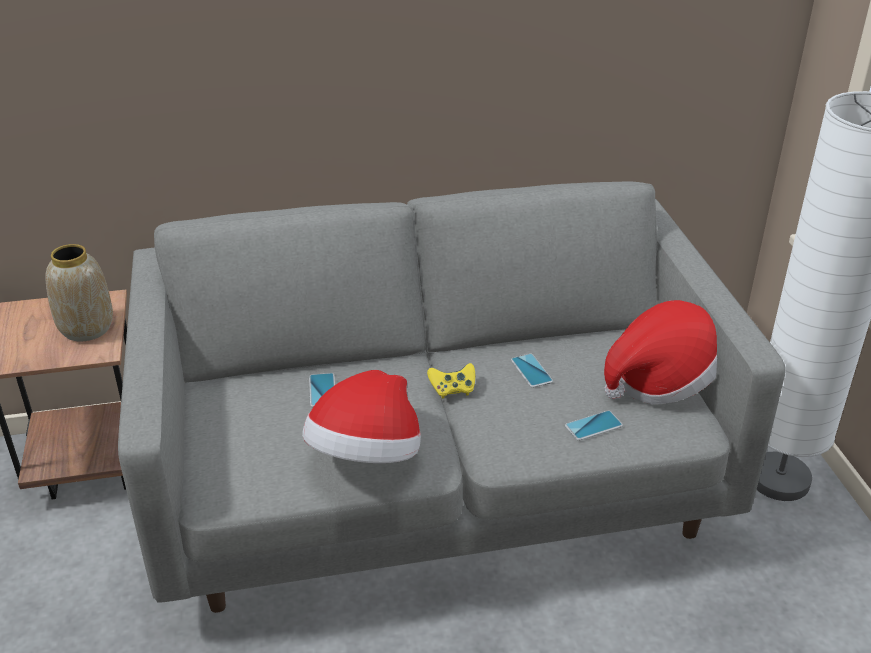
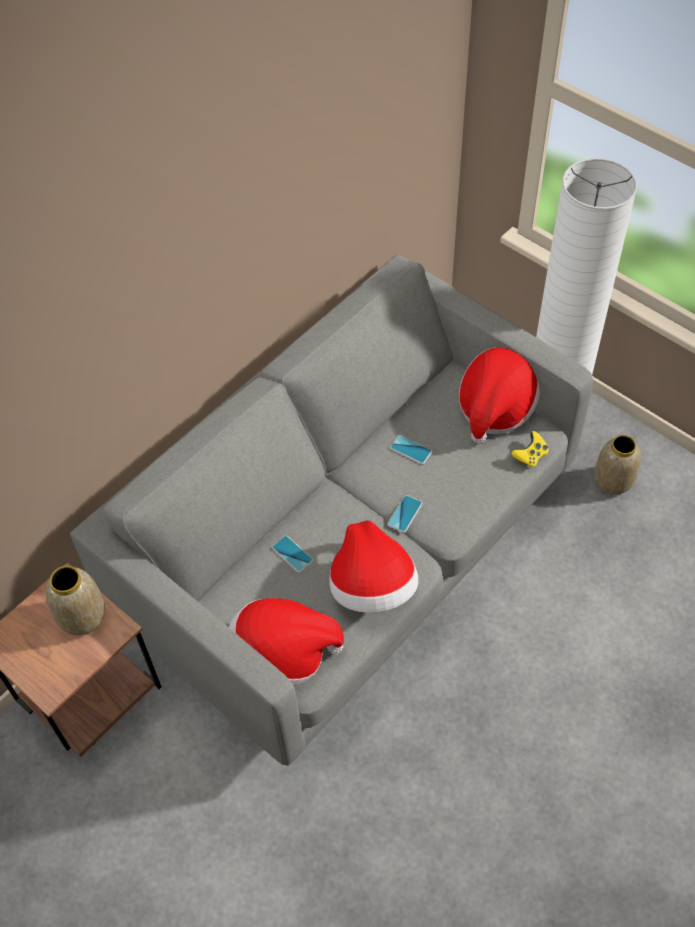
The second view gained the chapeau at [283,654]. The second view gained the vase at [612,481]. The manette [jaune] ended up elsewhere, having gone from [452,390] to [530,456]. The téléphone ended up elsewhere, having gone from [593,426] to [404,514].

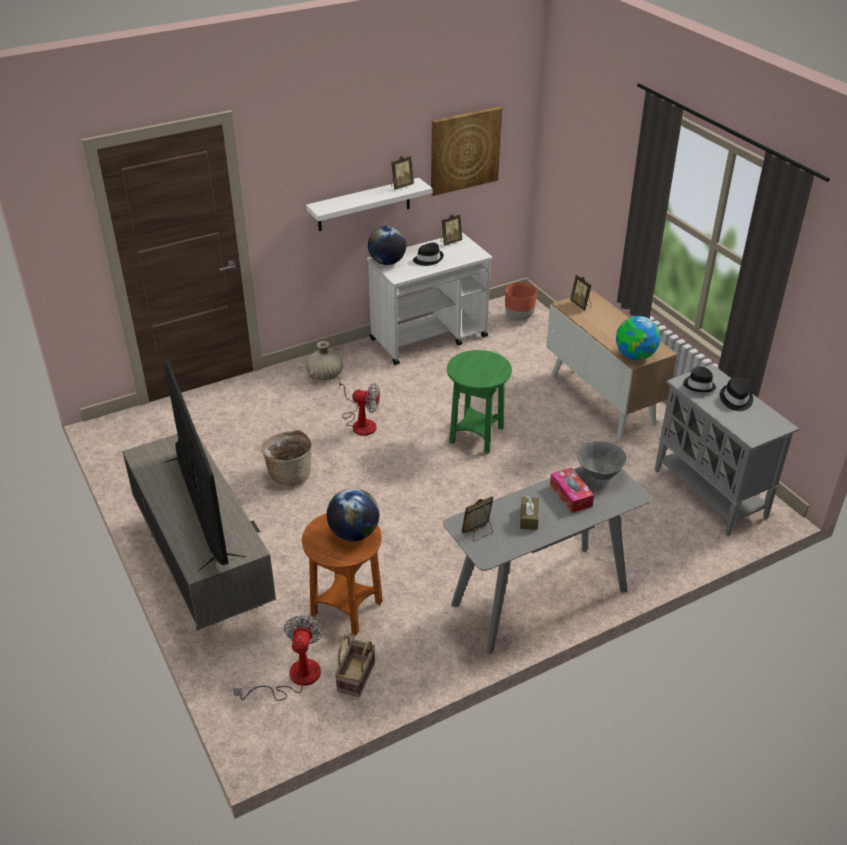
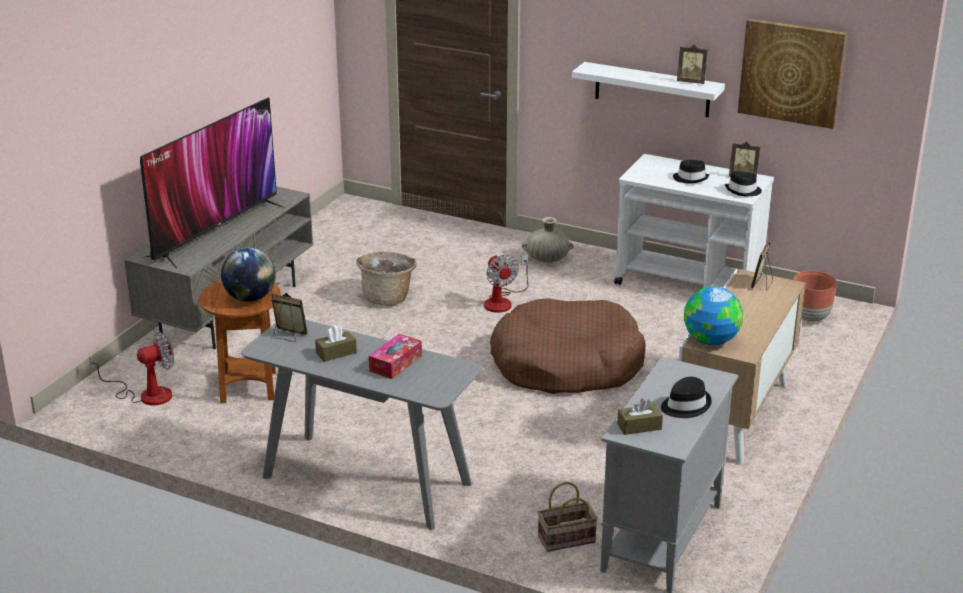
The second view lost the globe at [387,262]. The second view lost the bol [gris] at [599,475]. The second view gained the boîte à mouchoirs [marron] at [639,426]. The panier ended up elsewhere, having gone from [356,678] to [565,540]. The chapeau [noir] ended up elsewhere, having gone from [699,385] to [743,191]. Where the table d'appoint [vert] stood at [476,435], the panier pour chien [marron] came to stand at [566,364].

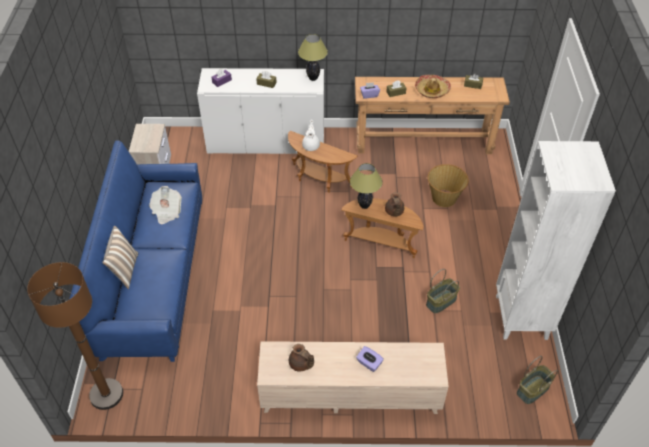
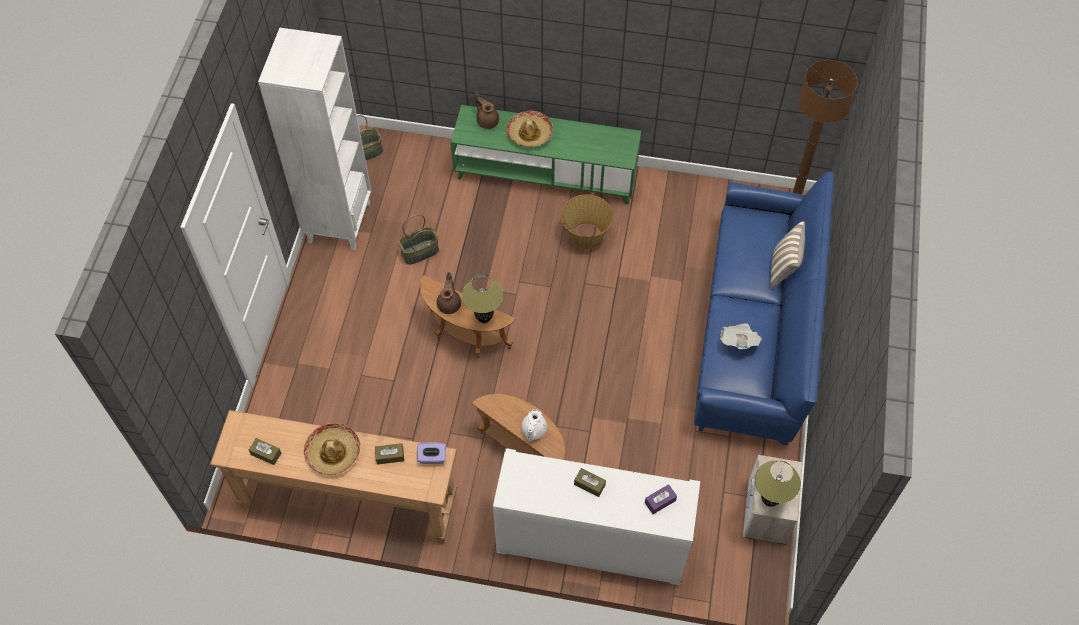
The théière [marron] ended up elsewhere, having gone from [301,364] to [487,120]. The lampe de table ended up elsewhere, having gone from [313,78] to [769,500]. The panier ended up elsewhere, having gone from [444,198] to [585,236]. Where the boîte à mouchoirs [violet] stood at [369,363], the chapeau came to stand at [529,133]. What was the meuble télé [beige] at [350,394] turned into the meuble télé [vert] at [545,174].

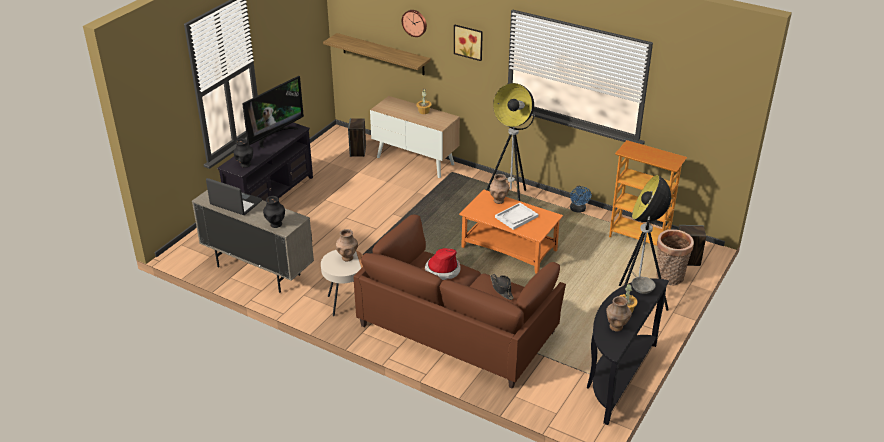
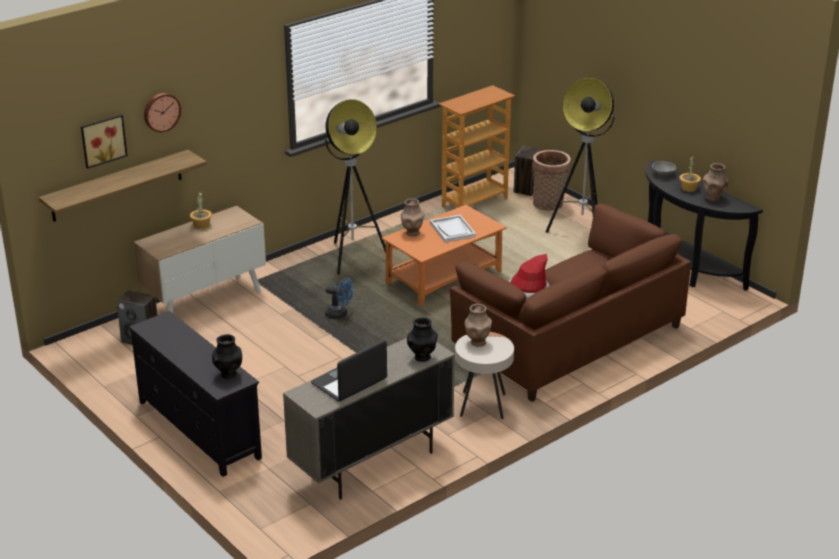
The second view lost the téléviseur at [274,135]. The second view lost the chapeau [noir] at [502,289]. The tableau ended up elsewhere, having gone from [469,41] to [102,140]. The ventilateur [bleu] ended up elsewhere, having gone from [578,210] to [339,314].

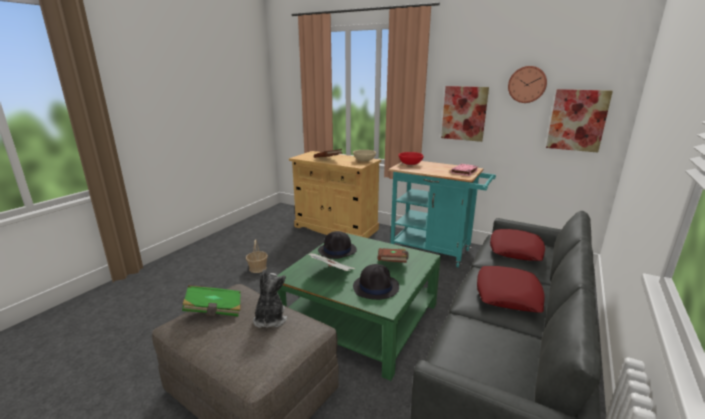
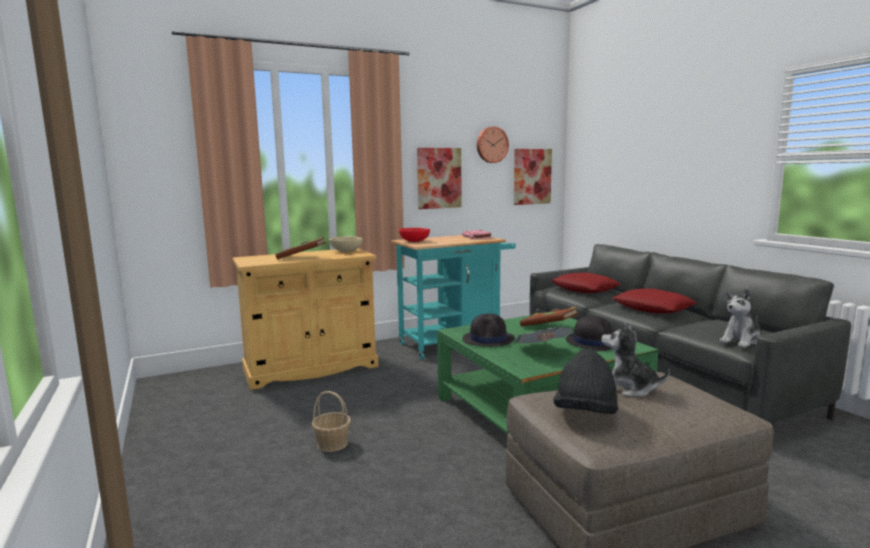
The second view gained the peluche at [741,341]. Where the livre [vert] stood at [214,310], the chapeau [noir] came to stand at [585,414].

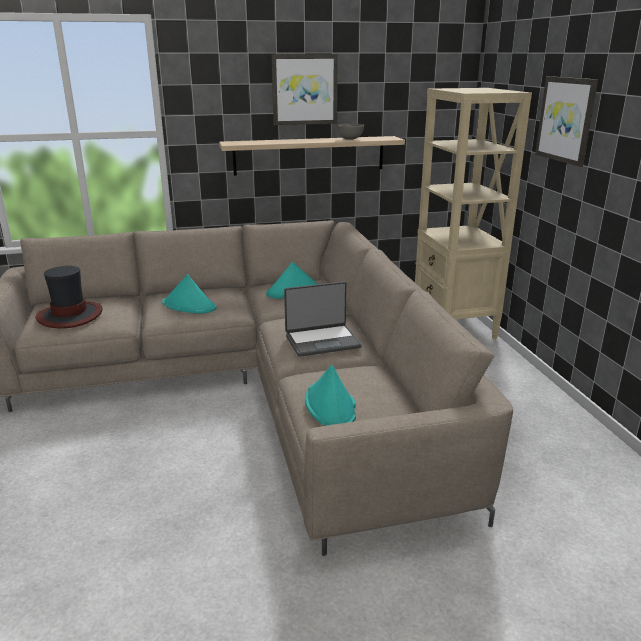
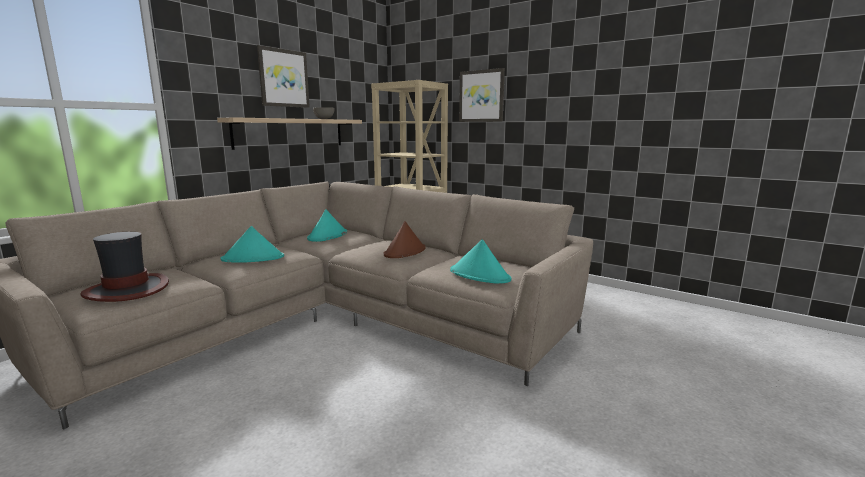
Where the ordinateur portable stood at [322,341], the chapeau [marron] came to stand at [405,252].

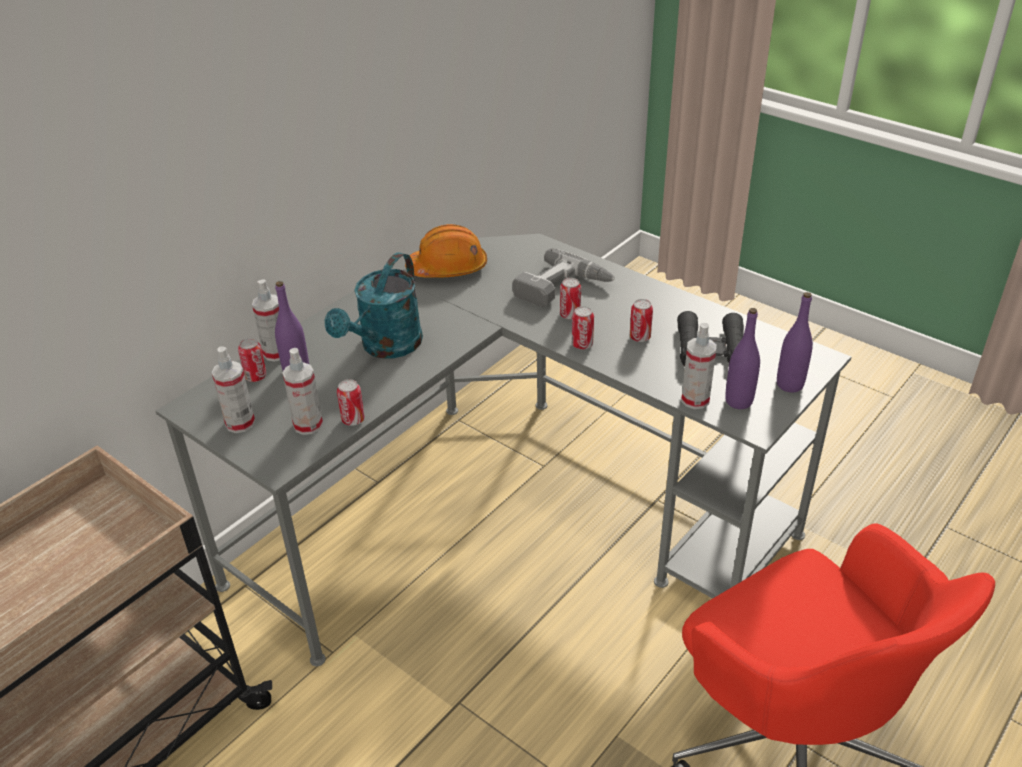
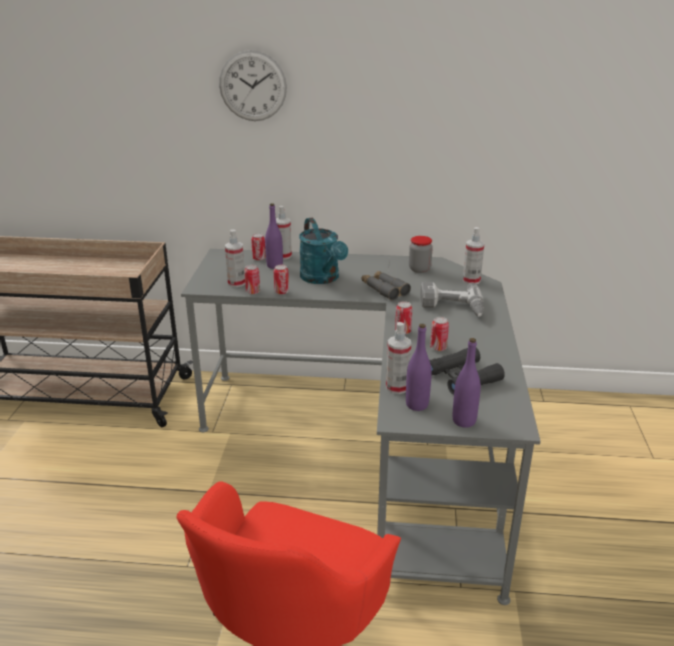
The second view gained the horloge murale at [253,86]. The second view gained the jumelles [gris] at [384,290]. The vaporisateur ended up elsewhere, having gone from [240,423] to [471,281]. The boîte métallique ended up elsewhere, having gone from [570,315] to [281,292]. Where the casque de chantier [orange] stood at [448,268], the bocal came to stand at [419,269]. The arrosoir [turquoise] at [385,347] ended up facing another way, 105 degrees counterclockwise from before.

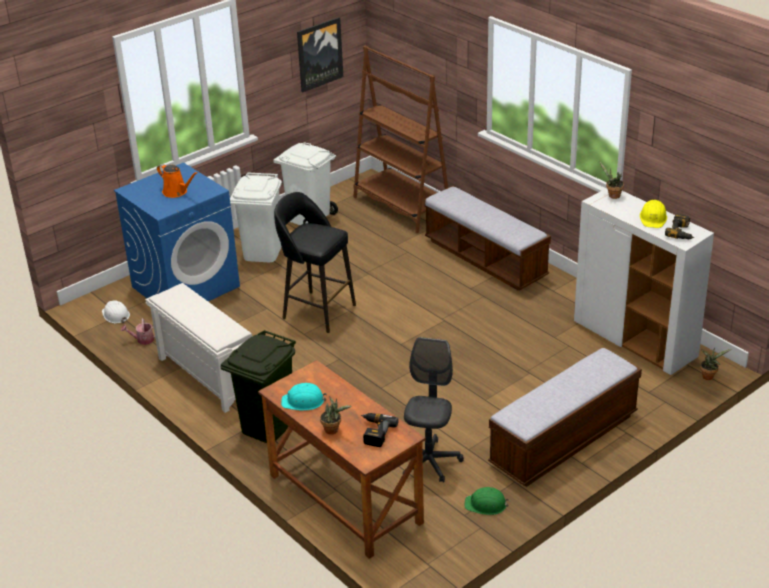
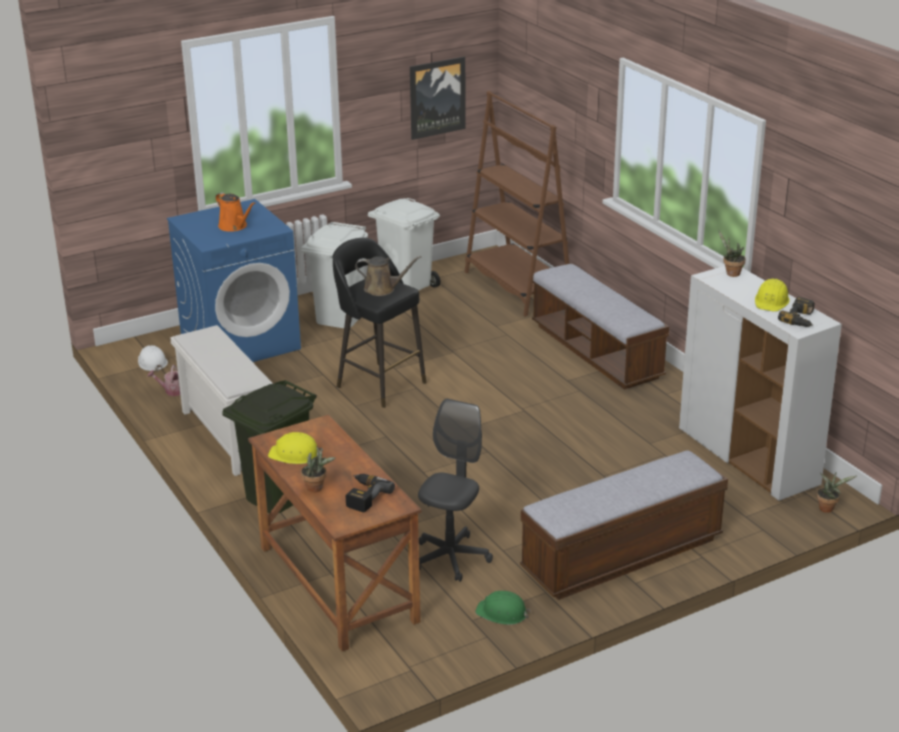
The second view gained the arrosoir [marron] at [382,289]. What was the casque de chantier [turquoise] at [303,401] turned into the casque de chantier [jaune] at [295,454].

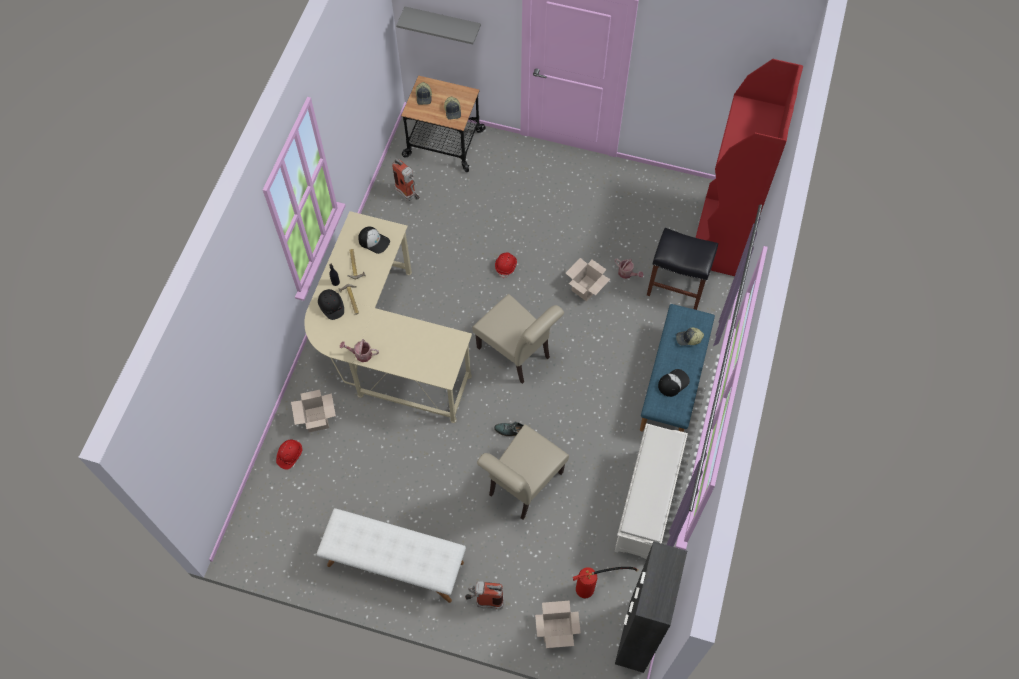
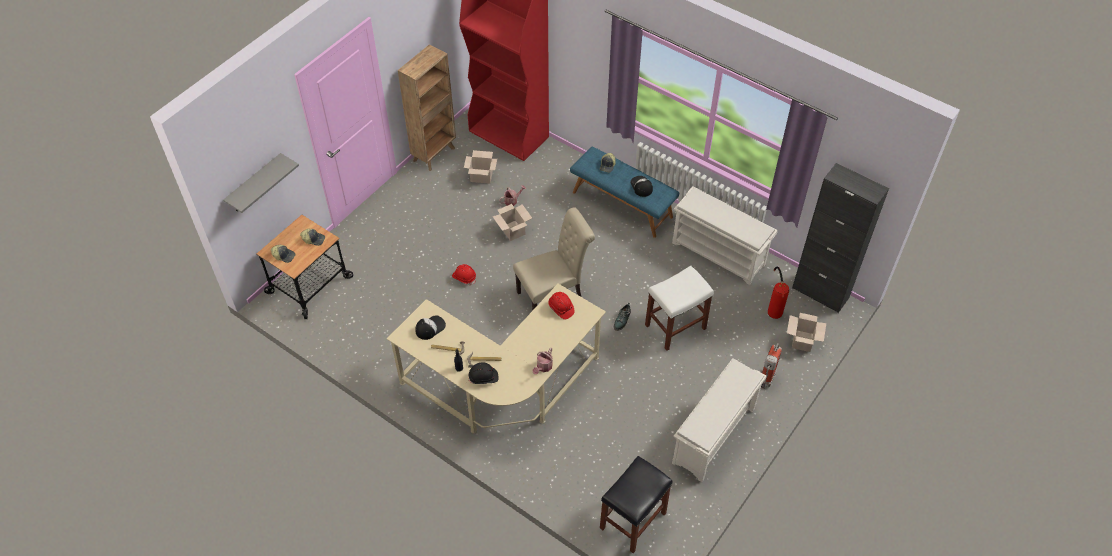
The second view lost the extincteur at [408,196]. The second view gained the bibliothèque [marron] at [434,154]. The casque de chantier [rouge] ended up elsewhere, having gone from [289,455] to [561,308]. The carton ended up elsewhere, having gone from [317,419] to [482,176]. The tabouret [noir] ended up elsewhere, having gone from [675,287] to [632,521]. Where the banc [blanc] stood at [395,564], the étagère à chaussures [blanc] came to stand at [713,437]. Where the chaise [beige] stood at [522,487], the tabouret [blanc] came to stand at [675,327].

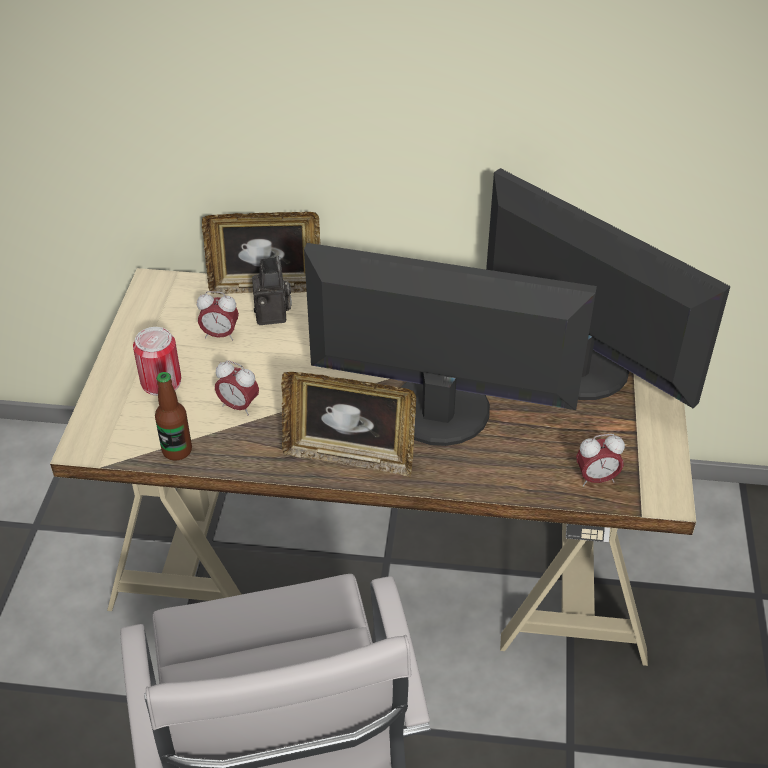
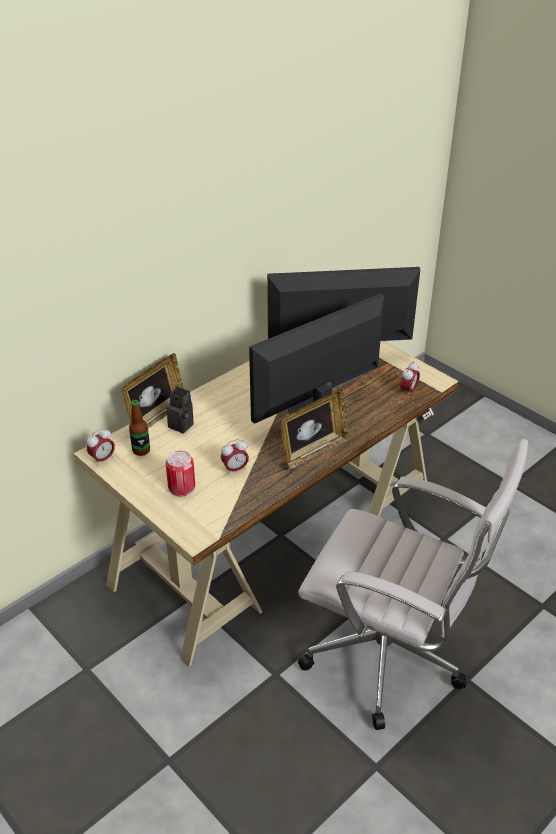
The bouteille ended up elsewhere, having gone from [177,451] to [141,450]. The réveil ended up elsewhere, having gone from [220,335] to [102,459].

